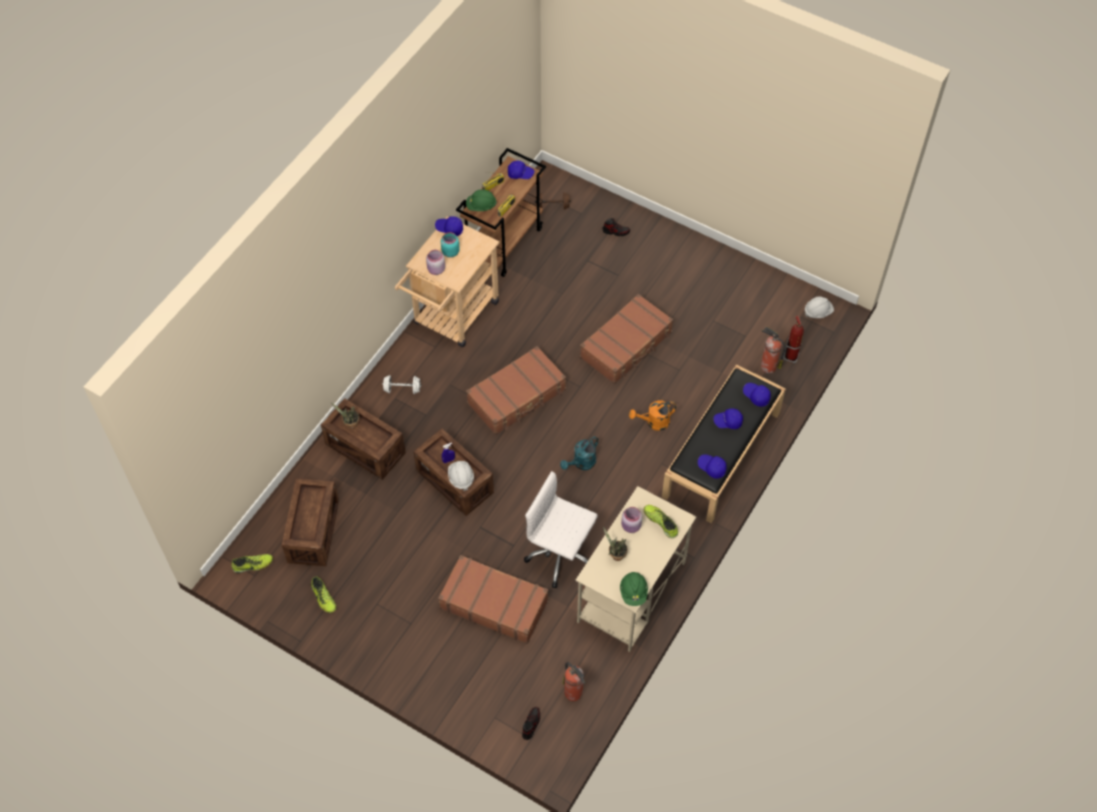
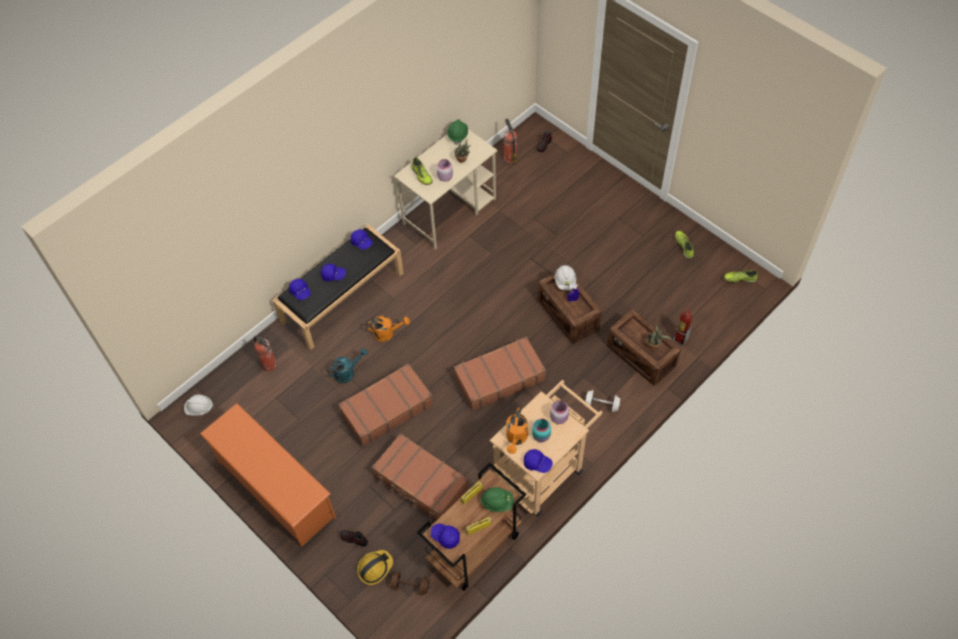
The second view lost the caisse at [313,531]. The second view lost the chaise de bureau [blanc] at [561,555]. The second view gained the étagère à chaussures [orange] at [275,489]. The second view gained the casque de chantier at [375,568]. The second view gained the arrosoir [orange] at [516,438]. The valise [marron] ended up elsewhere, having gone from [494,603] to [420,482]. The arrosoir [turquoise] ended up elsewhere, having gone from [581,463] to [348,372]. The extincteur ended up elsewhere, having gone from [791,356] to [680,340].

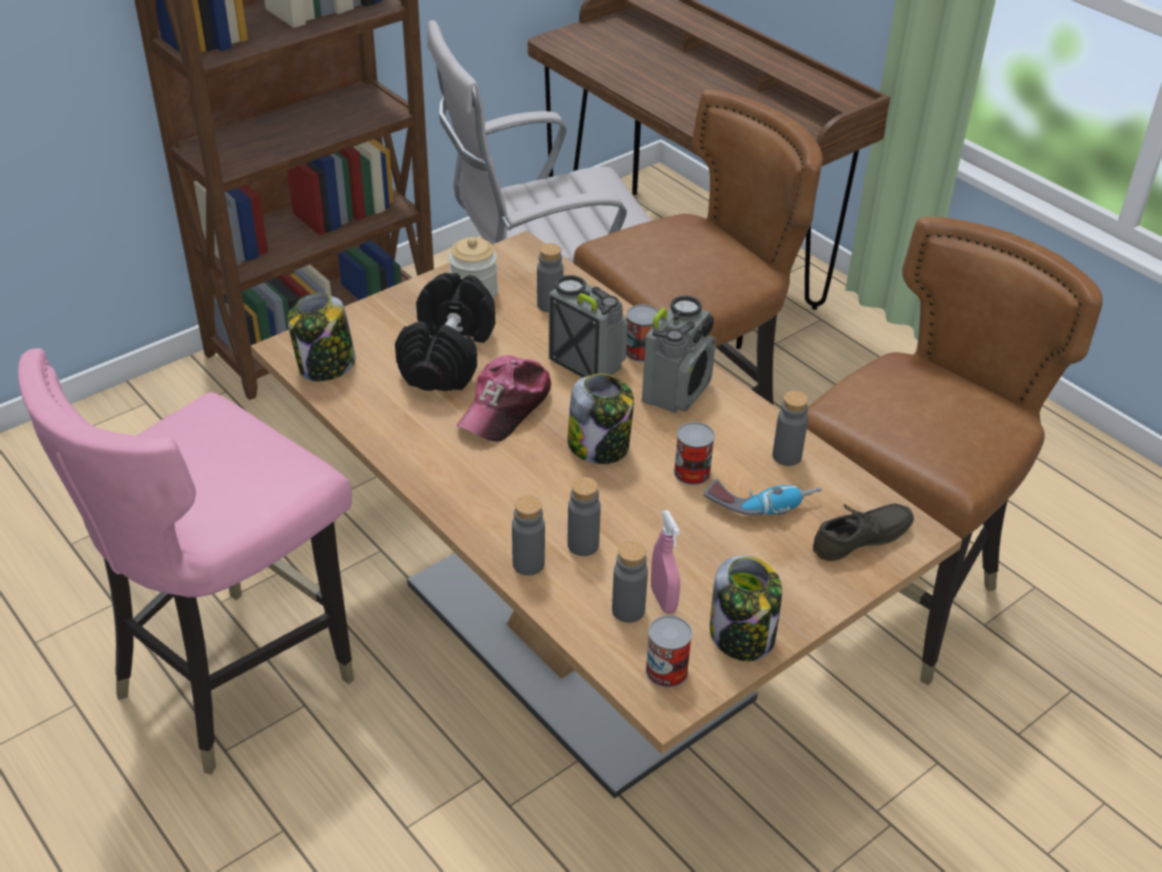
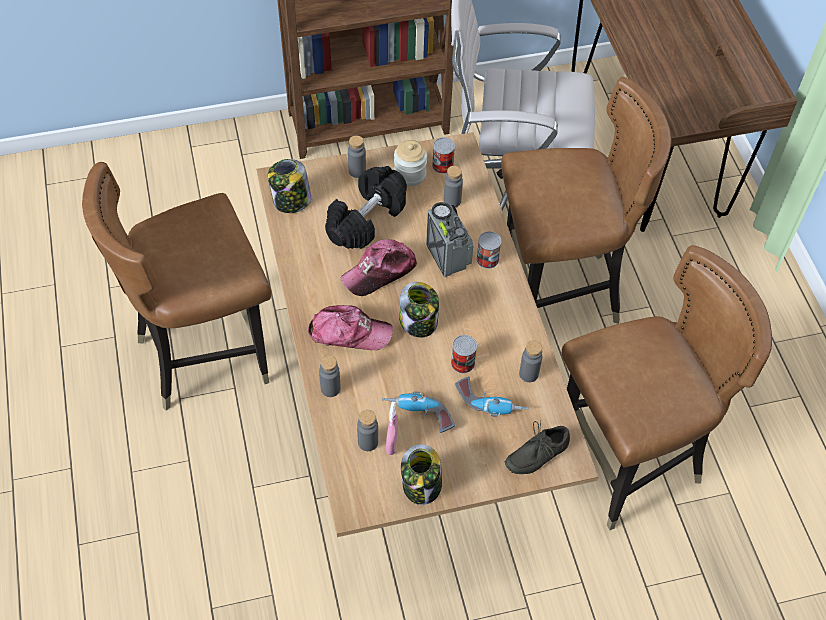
The second view lost the radio at [677,391]. The second view gained the casquette at [349,333]. The second view gained the perceuse at [418,415]. The bouteille [gris] ended up elsewhere, having gone from [583,545] to [357,171]. The boîte métallique ended up elsewhere, having gone from [666,671] to [442,165]. What was the chaise [rose] at [234,678] turned into the chaise [marron] at [204,354]. The chaussure [gris] at [863,541] ended up facing another way, 150 degrees clockwise from before.

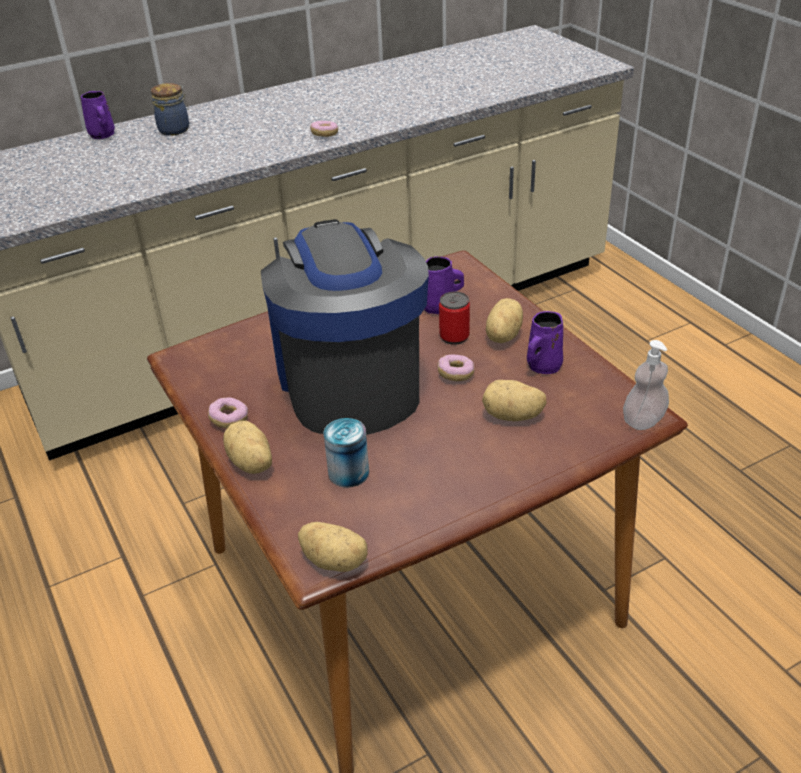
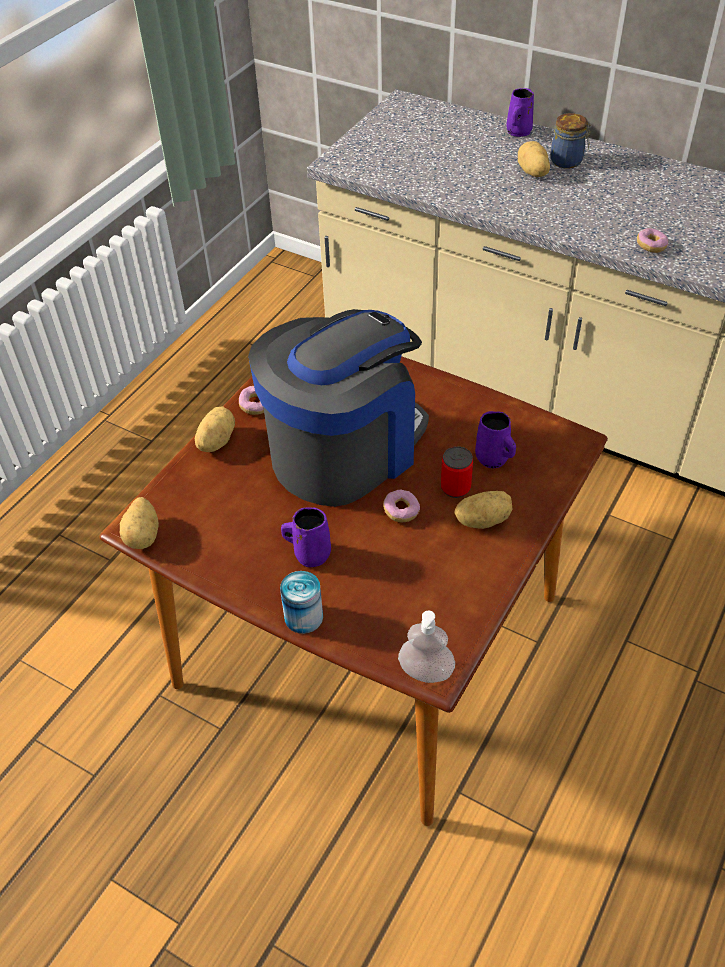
The boîte métallique ended up elsewhere, having gone from [348,473] to [303,617]. The pomme de terre ended up elsewhere, having gone from [512,416] to [532,172]. The mug [violet] ended up elsewhere, having gone from [542,366] to [310,554].

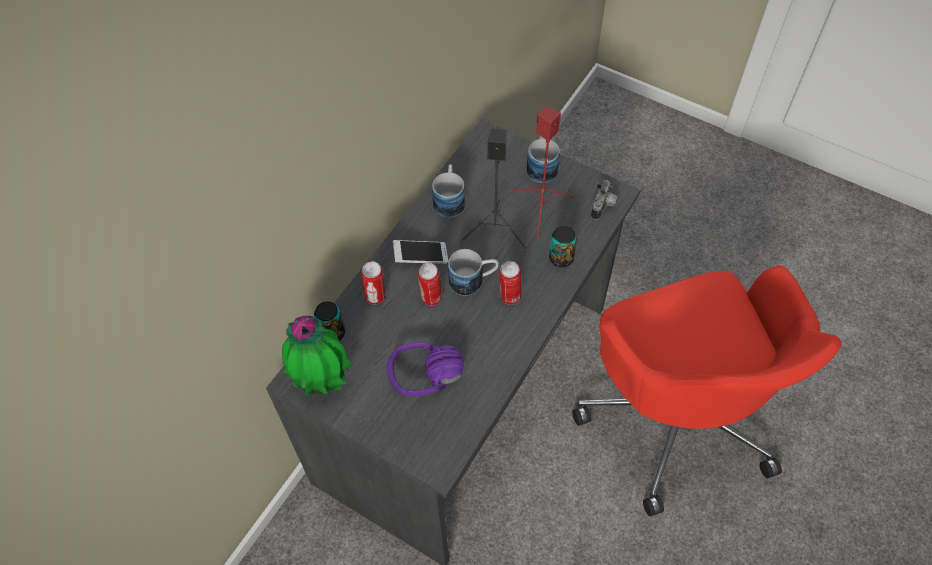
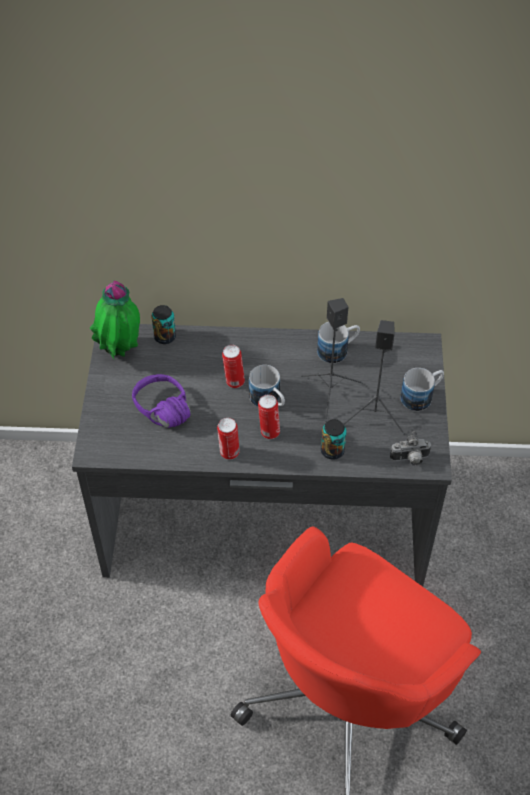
The second view lost the téléphone at [421,257]. The boîte métallique ended up elsewhere, having gone from [376,297] to [229,453]. What was the enceinte [rouge] at [541,208] turned into the enceinte [noir] at [375,415].

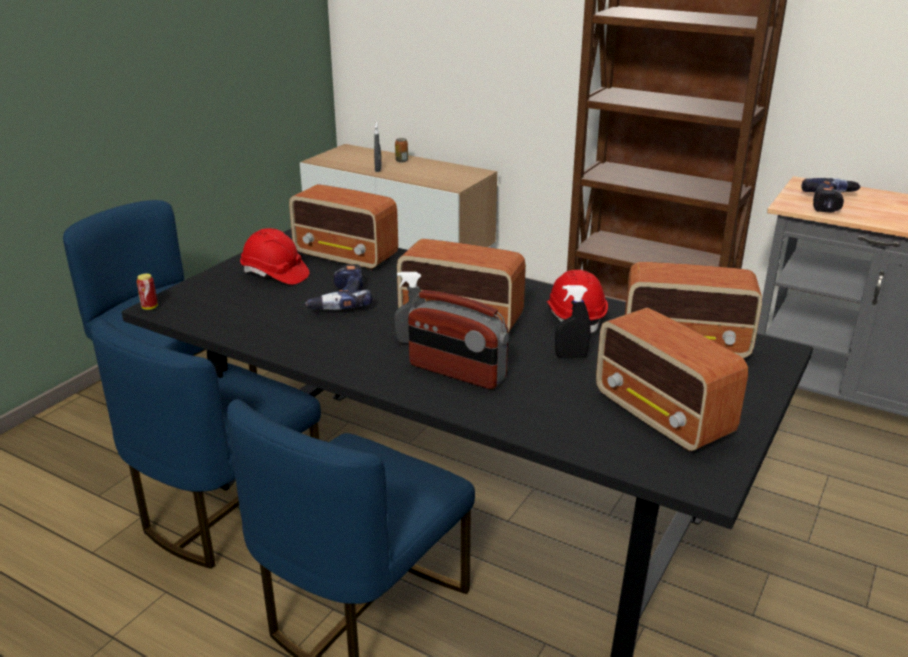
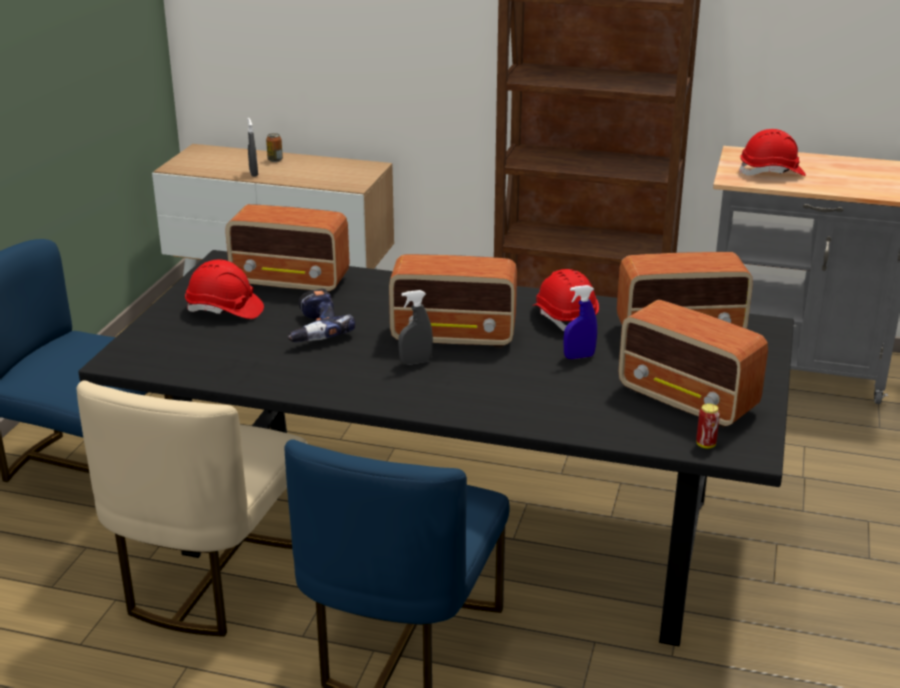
The second view lost the radio at [456,372]. The boîte métallique ended up elsewhere, having gone from [150,307] to [705,444]. Where the perceuse stood at [832,203], the casque de chantier [rouge] came to stand at [771,173]. What was the chaise [bleu] at [227,511] turned into the chaise [beige] at [210,578]. What was the vaporisateur [noir] at [571,356] turned into the vaporisateur [bleu] at [579,357].

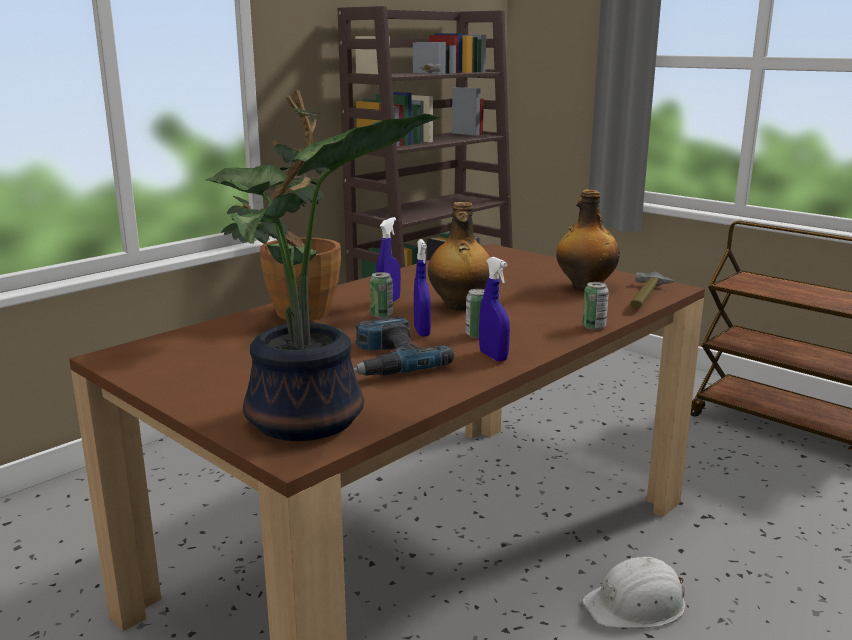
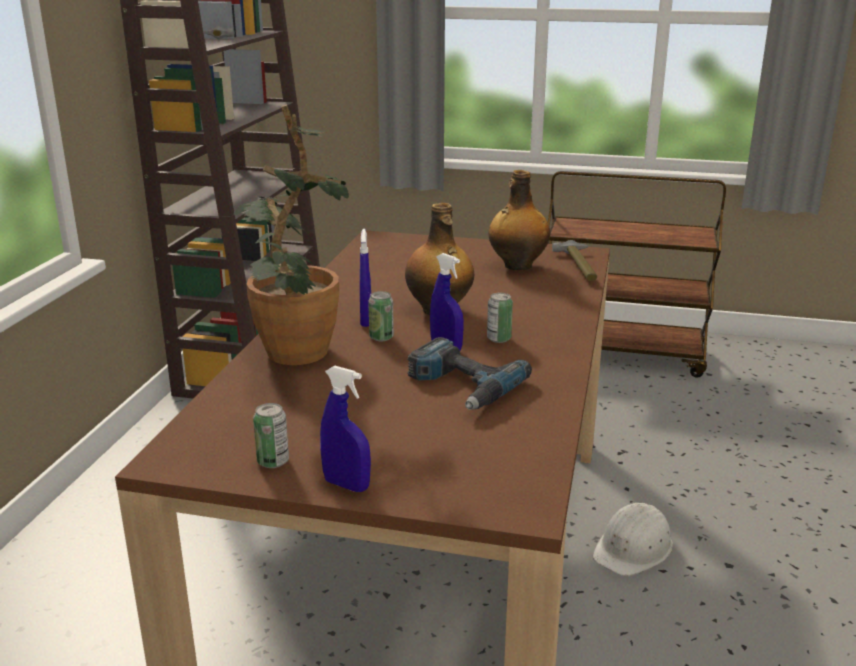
The second view lost the plante en pot at [310,421]. The vaporisateur [bleu] ended up elsewhere, having gone from [493,356] to [346,485]. The boîte métallique ended up elsewhere, having gone from [594,326] to [273,462].

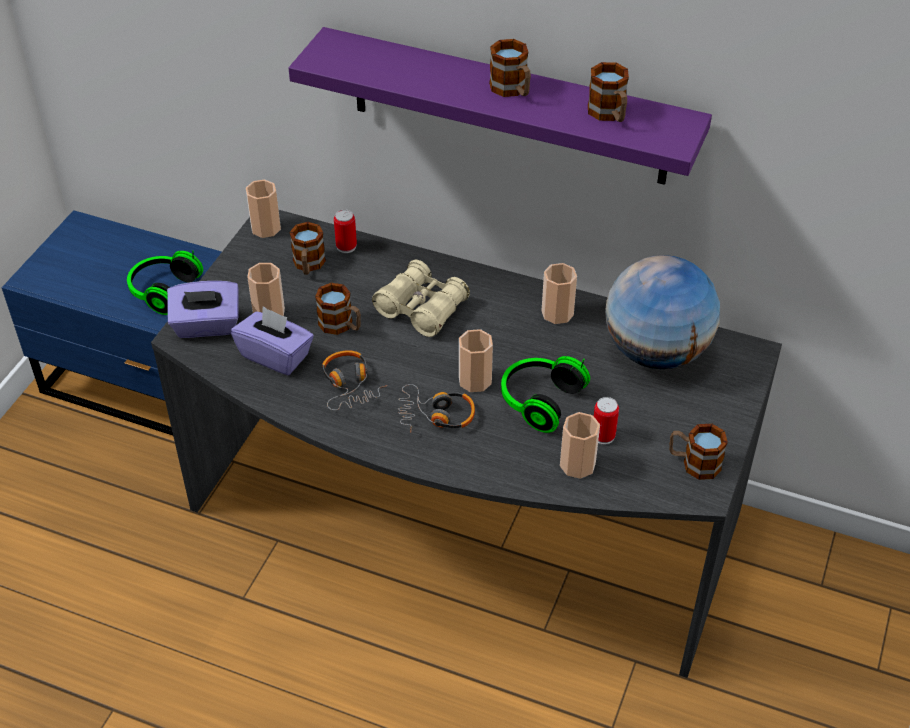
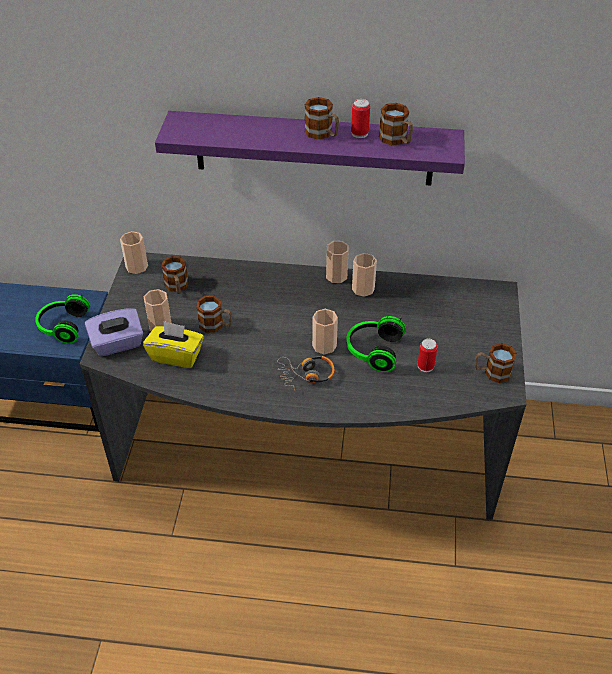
The second view lost the casque audio at [350,385]. The second view lost the jumelles [beige] at [421,309]. The second view lost the globe at [656,352]. The boîte métallique ended up elsewhere, having gone from [346,246] to [359,133]. The tasse ended up elsewhere, having gone from [577,465] to [336,276]. What was the boîte à mouchoirs [violet] at [275,355] turned into the boîte à mouchoirs [jaune] at [176,355].

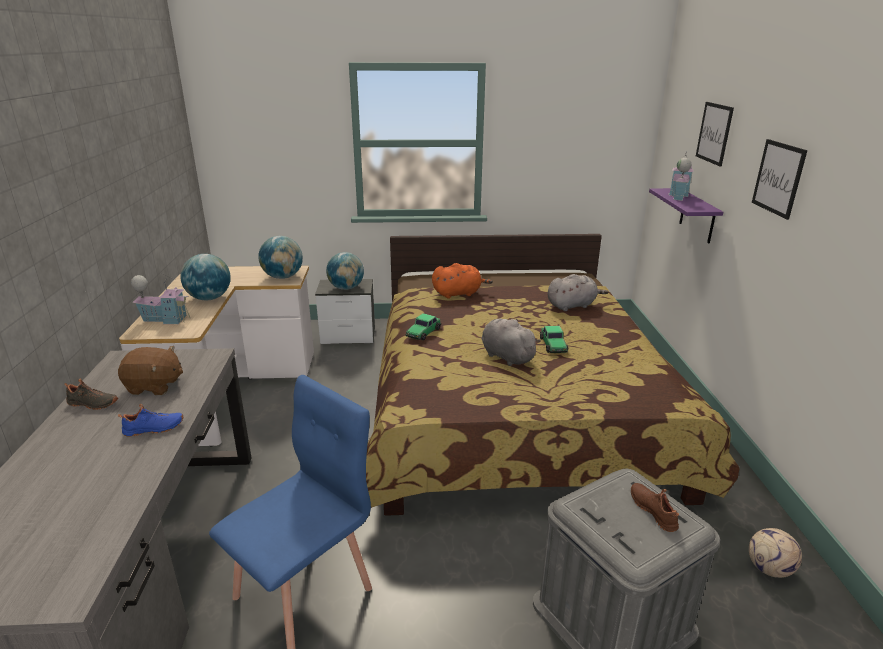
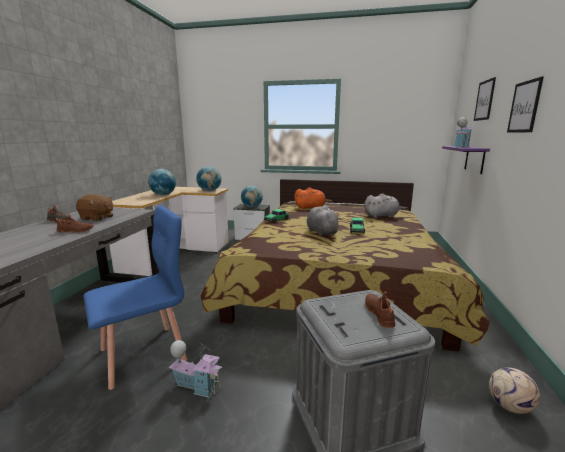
The maison miniature ended up elsewhere, having gone from [166,319] to [198,385]. What was the chaussure [bleu] at [154,429] turned into the chaussure [marron] at [75,231].

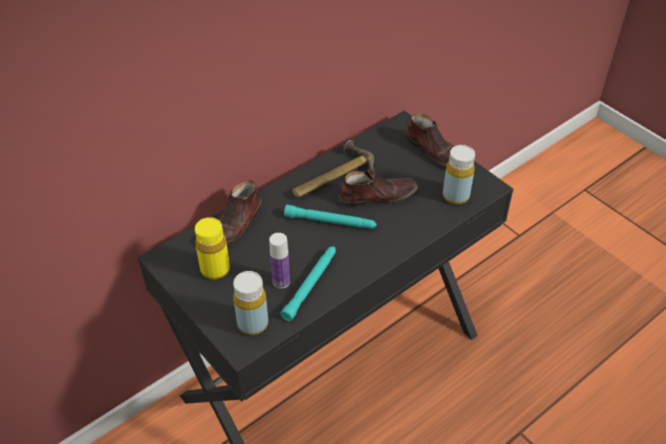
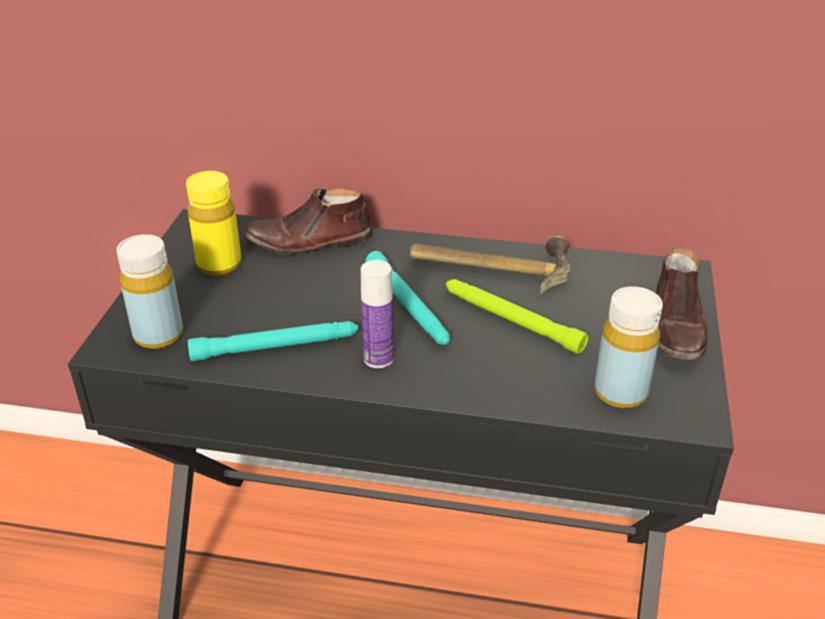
The bouteille ended up elsewhere, having gone from [281,281] to [378,358]. Where the chaussure [marron] stood at [377,196], the lampe de poche [vert] came to stand at [511,320].

